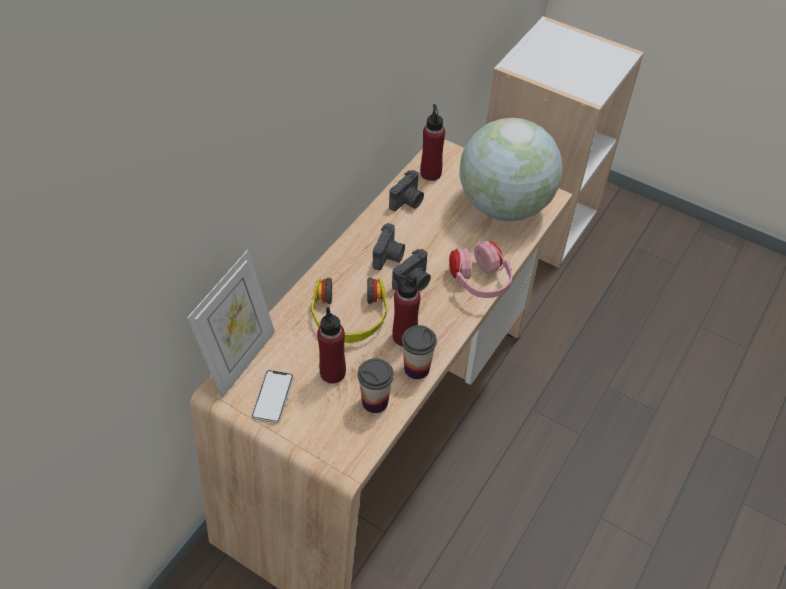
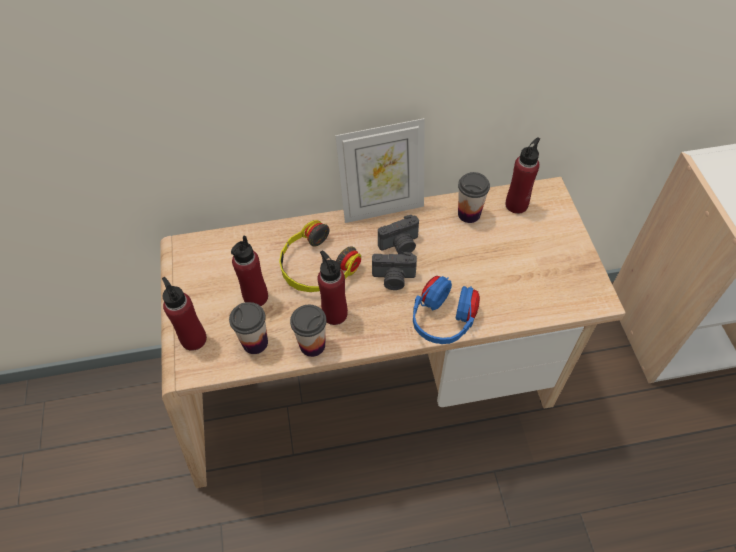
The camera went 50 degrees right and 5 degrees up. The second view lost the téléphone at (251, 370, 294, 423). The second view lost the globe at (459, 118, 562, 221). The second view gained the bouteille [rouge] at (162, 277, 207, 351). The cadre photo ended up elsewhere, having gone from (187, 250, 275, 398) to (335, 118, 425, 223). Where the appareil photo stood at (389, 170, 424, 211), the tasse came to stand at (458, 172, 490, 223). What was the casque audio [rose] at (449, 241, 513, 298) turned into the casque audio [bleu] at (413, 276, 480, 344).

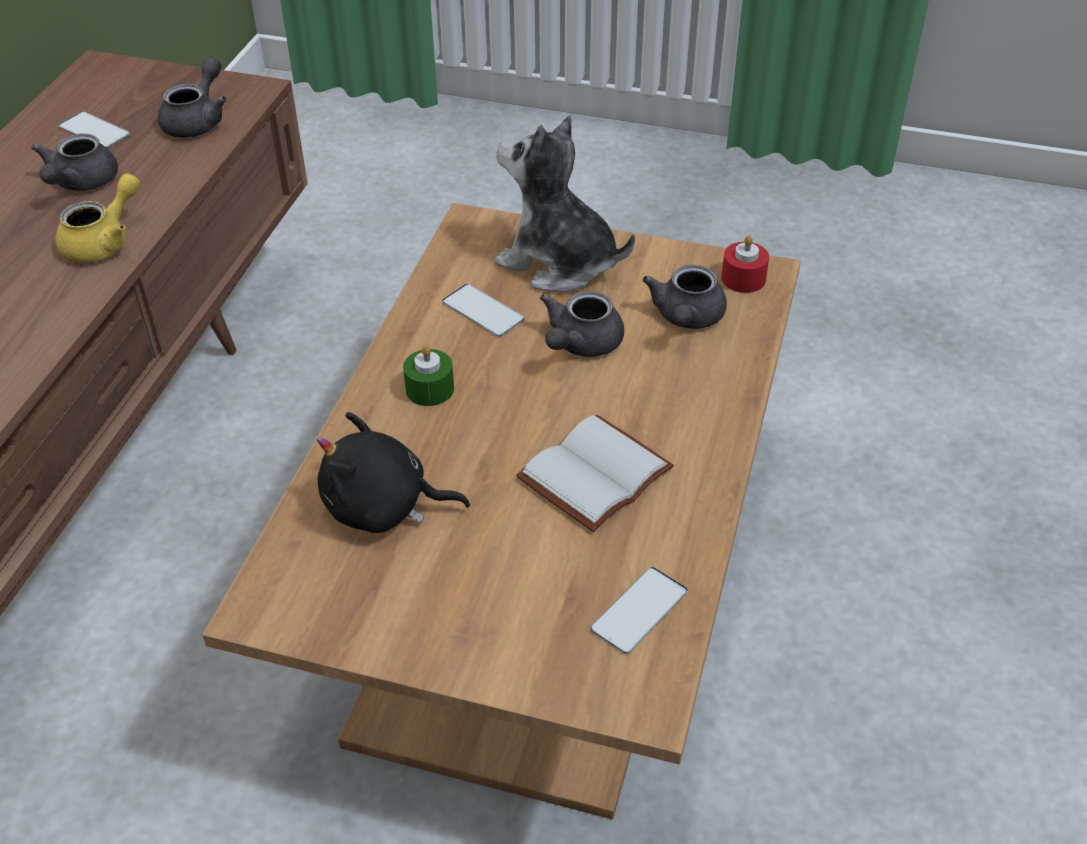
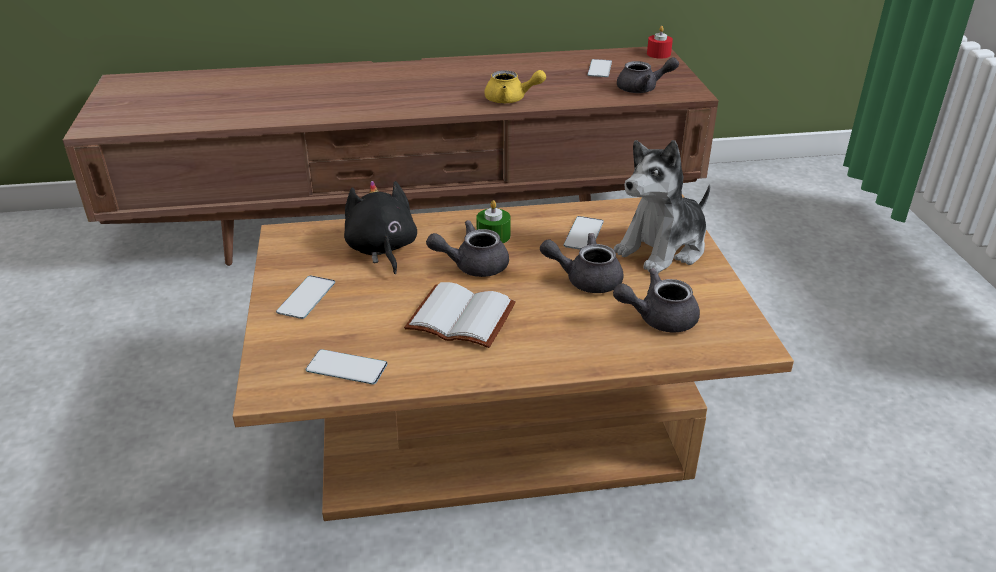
The camera went 65 degrees right and 10 degrees down. The second view gained the téléphone at (276, 276, 335, 319). The théière [gris] ended up elsewhere, having gone from (31, 134, 118, 191) to (426, 220, 509, 277). The bougie [rouge] ended up elsewhere, having gone from (721, 235, 769, 293) to (647, 26, 673, 59). The peluche at (495, 116, 635, 292) ended up facing another way, 135 degrees counterclockwise from before.

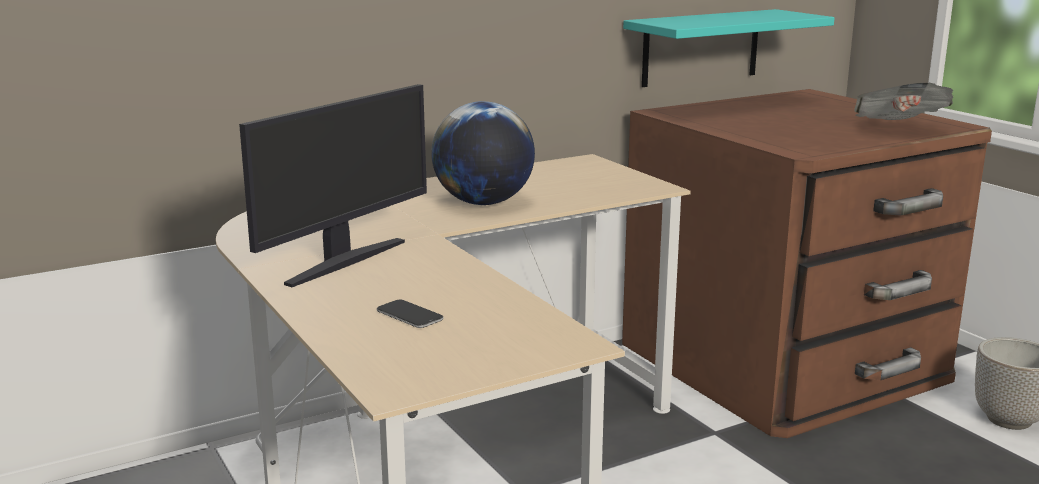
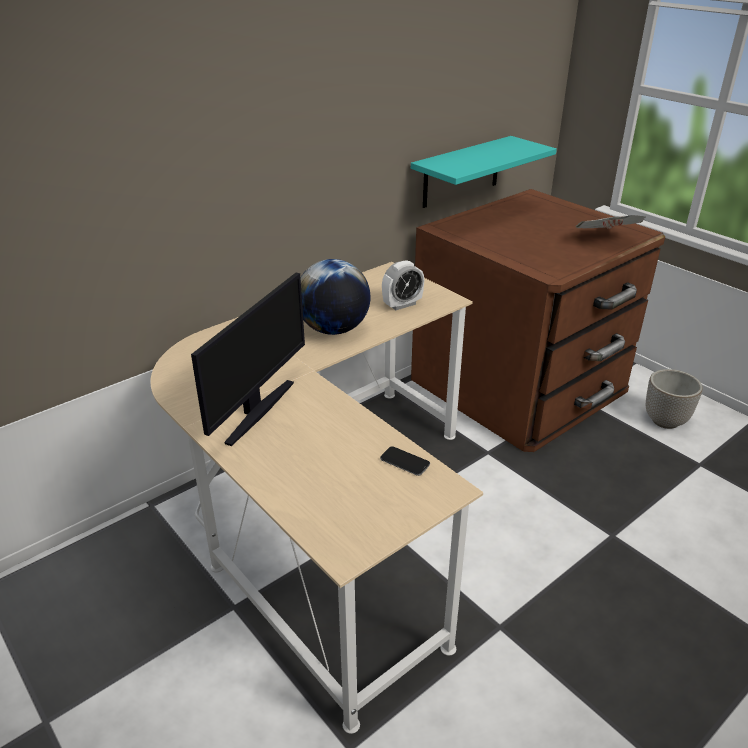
The camera went 10 degrees left and 15 degrees up. The second view gained the réveil at (382, 260, 424, 310). The téléphone ended up elsewhere, having gone from (377, 300, 444, 328) to (380, 446, 430, 476).

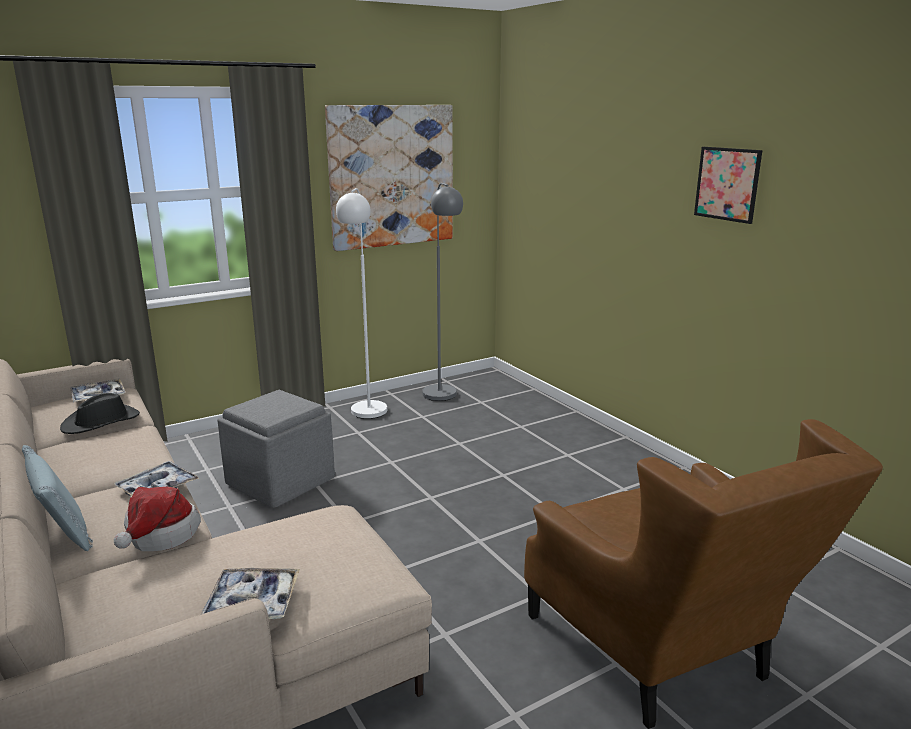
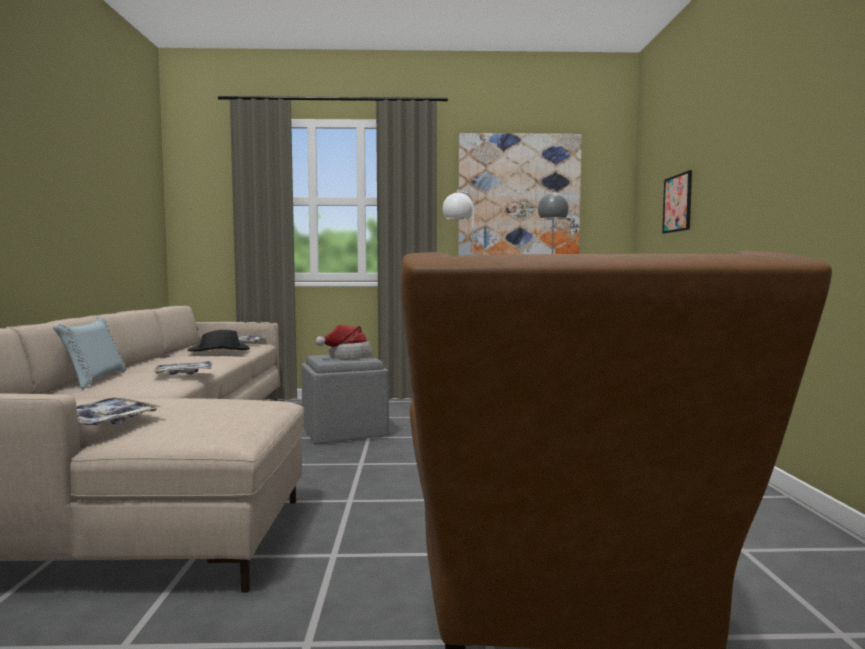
The camera went 30 degrees right and 15 degrees down. The chapeau ended up elsewhere, having gone from (114, 487, 201, 551) to (315, 325, 372, 359). The tableau ended up elsewhere, having gone from (694, 147, 762, 224) to (662, 170, 692, 233).

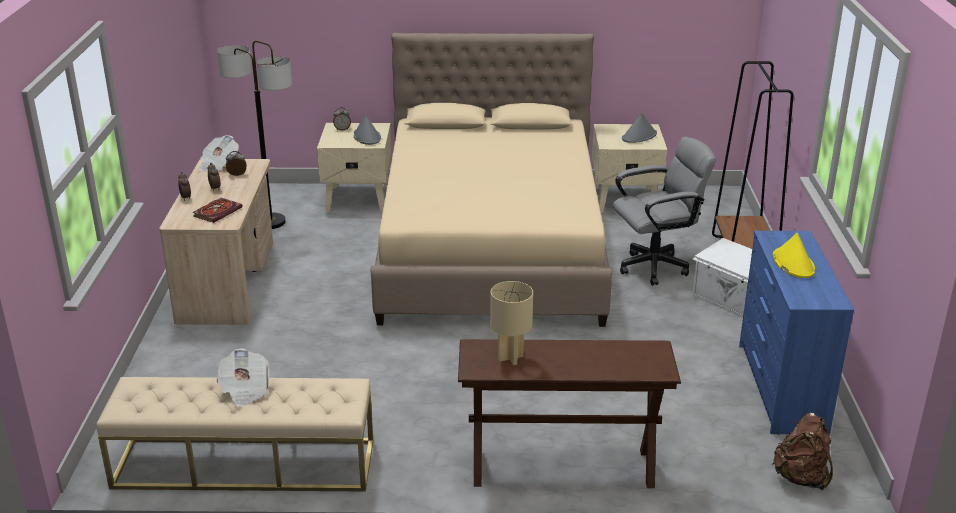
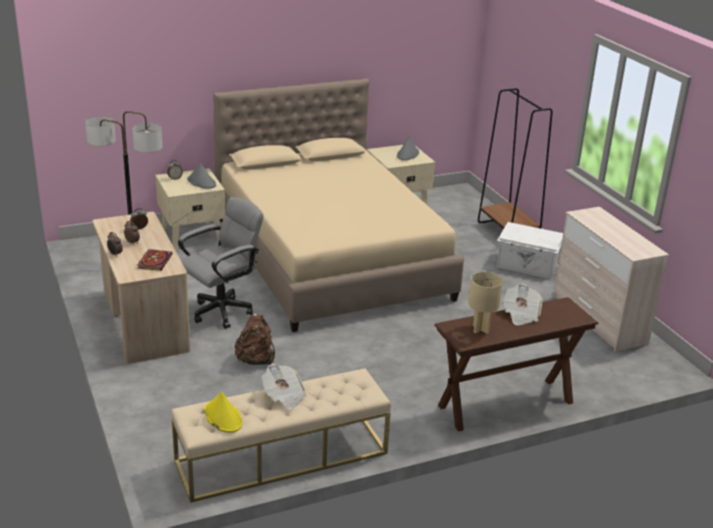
The camera went 25 degrees left and 0 degrees up. The journal ended up elsewhere, having gone from (199, 135, 239, 171) to (502, 284, 543, 325). The chaise de bureau [gris] ended up elsewhere, having gone from (613, 136, 716, 286) to (178, 197, 264, 329). The chapeau [jaune] ended up elsewhere, having gone from (773, 233, 815, 278) to (204, 392, 242, 433). The sac à dos [marron] ended up elsewhere, having gone from (773, 413, 833, 490) to (235, 314, 275, 365). What was the commode [bleu] at (739, 231, 854, 435) turned into the commode [beige] at (553, 207, 669, 352).

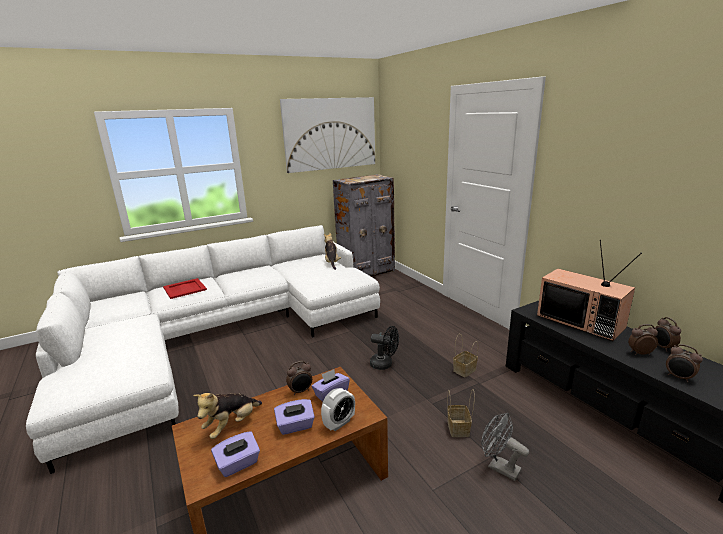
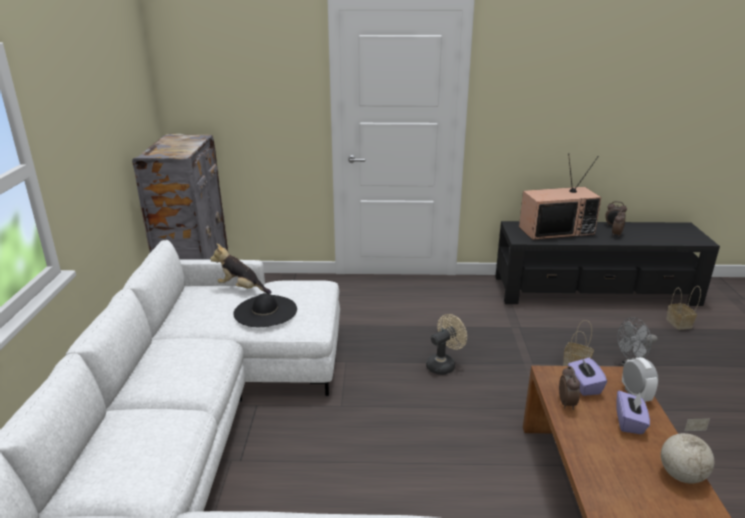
The camera went 60 degrees left and 5 degrees up. The second view lost the plateau [rouge] at (163, 278, 207, 299). The second view lost the peluche at (193, 393, 262, 439). The second view lost the tableau at (280, 97, 375, 173). The second view lost the réveil at (666, 344, 703, 382). The second view gained the chapeau [noir] at (233, 293, 297, 327). The panier ended up elsewhere, having gone from (453, 334, 478, 377) to (666, 286, 701, 330). Where the boîte à mouchoirs [violet] stood at (211, 431, 260, 477), the globe came to stand at (661, 418, 714, 484). What was the ventilateur [noir] at (370, 326, 399, 370) turned into the ventilateur [beige] at (426, 314, 467, 375).

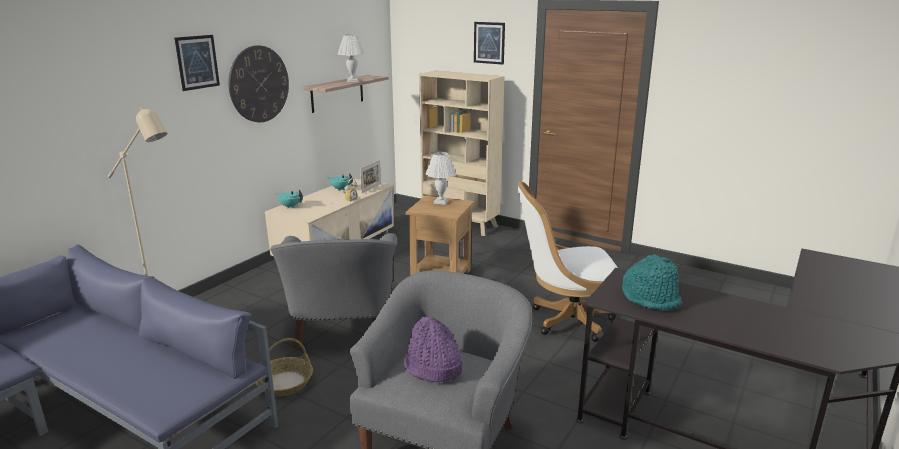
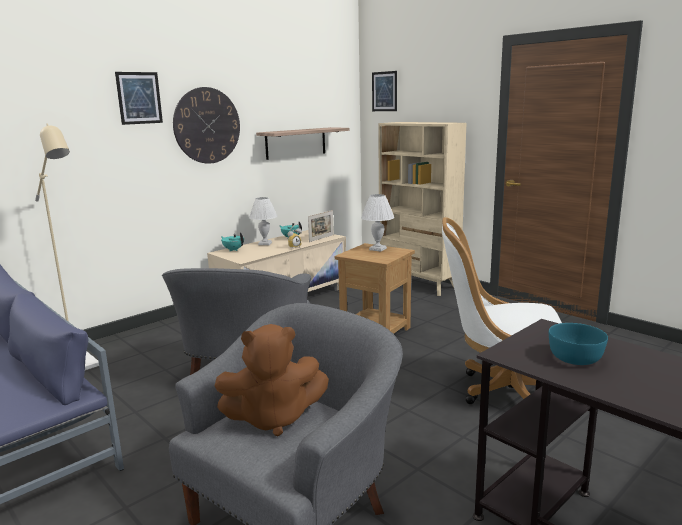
The camera went 15 degrees right and 5 degrees down. The second view lost the panier at (255, 338, 313, 396). The lampe de table [blanc] ended up elsewhere, having gone from (338, 35, 365, 82) to (249, 197, 278, 245). The tableau ended up elsewhere, having gone from (474, 22, 505, 65) to (372, 71, 397, 111). Where the chapeau [violet] stood at (404, 317, 462, 382), the peluche [marron] came to stand at (215, 324, 329, 436). Where the chapeau [turquoise] stood at (622, 254, 682, 311), the bol [turquoise] came to stand at (549, 323, 608, 365).

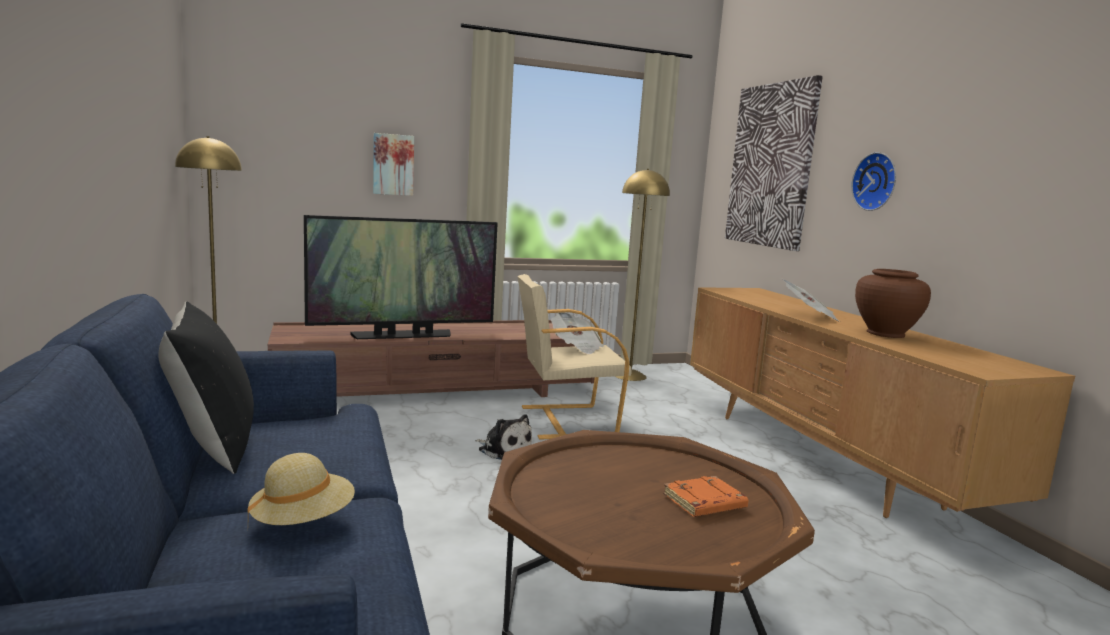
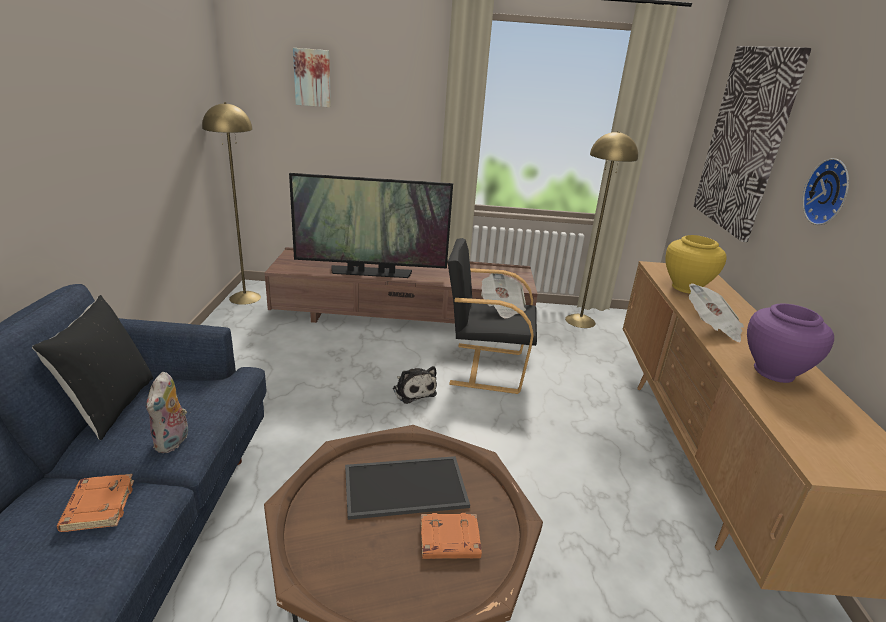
The camera went 20 degrees right and 15 degrees up. The second view gained the peluche at (146, 372, 190, 453). The second view gained the plateau at (345, 456, 470, 520). The second view gained the vase [jaune] at (665, 235, 726, 294). The tableau ended up elsewhere, having gone from (373, 133, 414, 196) to (293, 48, 331, 107). Where the chapeau [beige] stood at (247, 453, 355, 525), the livre [orange] came to stand at (57, 474, 134, 532). What was the fauteuil [beige] at (517, 274, 632, 440) turned into the fauteuil [noir] at (448, 238, 537, 394). What was the vase [marron] at (855, 269, 931, 338) turned into the vase [violet] at (747, 304, 834, 383).

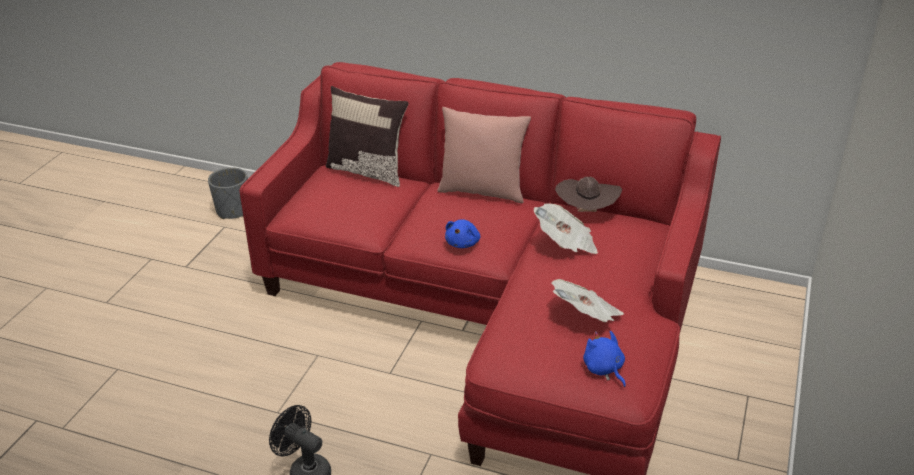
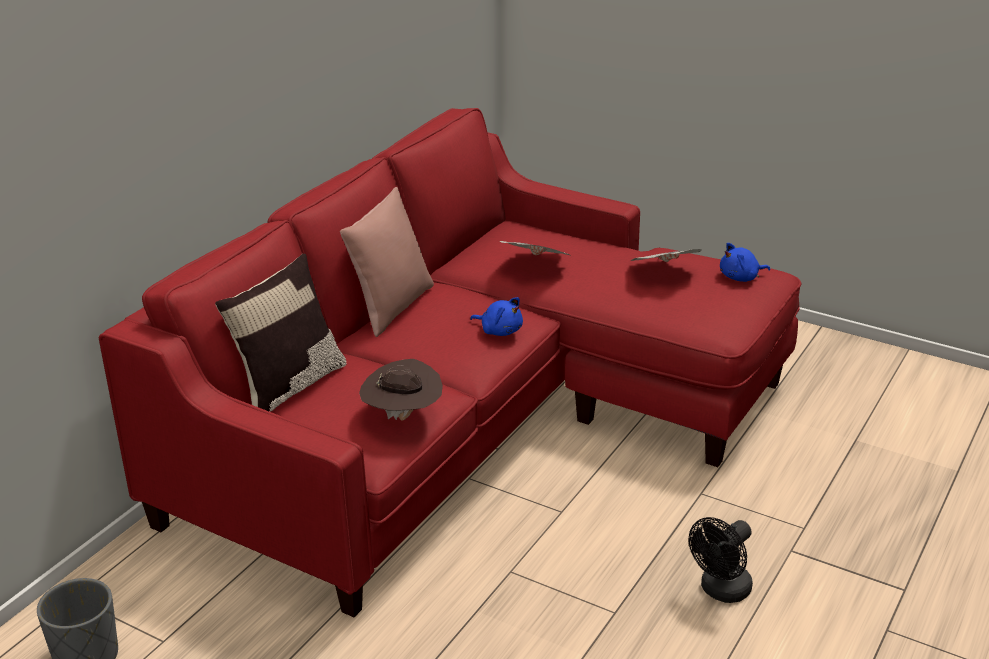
The camera went 80 degrees left and 5 degrees down. The chapeau [marron] ended up elsewhere, having gone from (555, 177, 622, 212) to (359, 359, 443, 421).

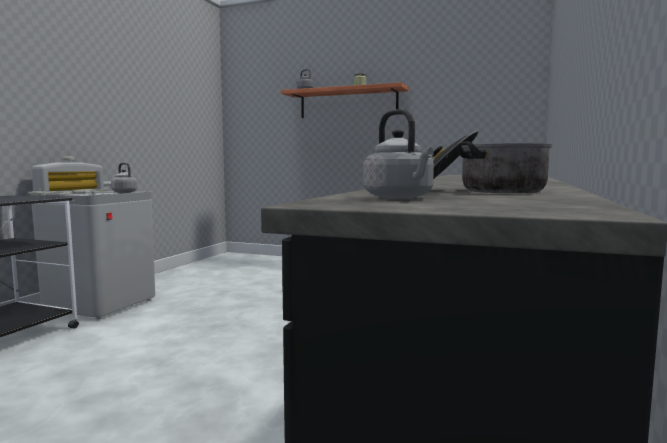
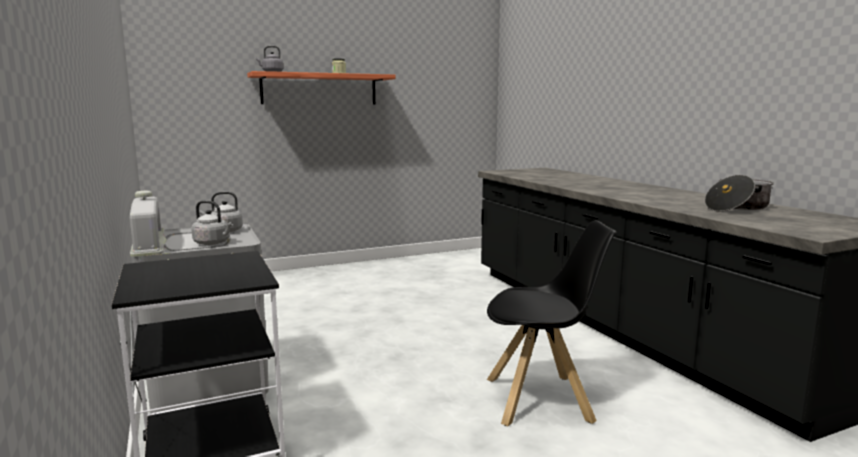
The camera went 45 degrees left and 5 degrees up. The second view gained the chaise [noir] at (487, 221, 617, 426). The bouilloire [gris] ended up elsewhere, having gone from (363, 109, 434, 199) to (191, 200, 233, 245).

